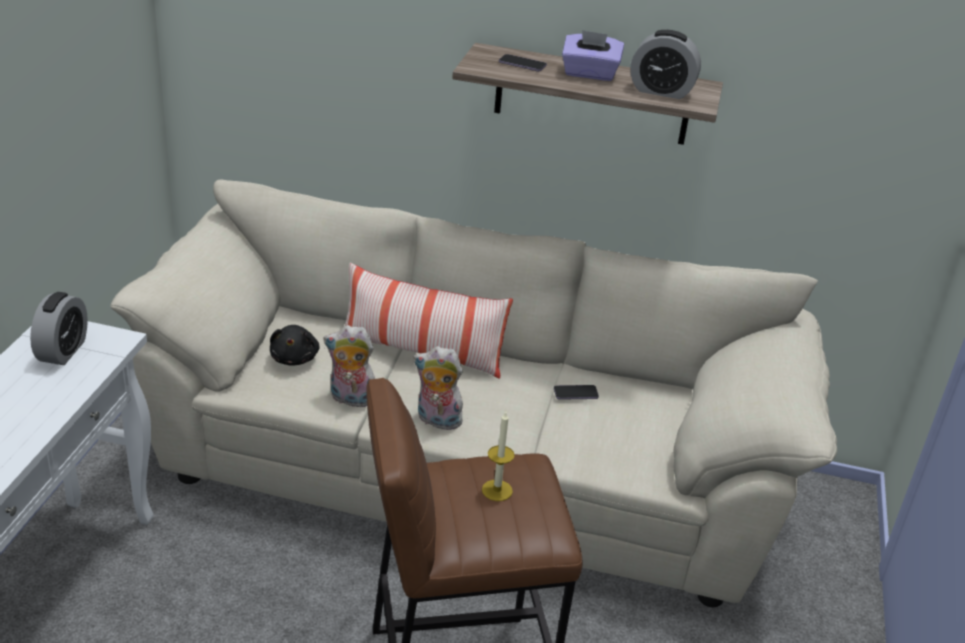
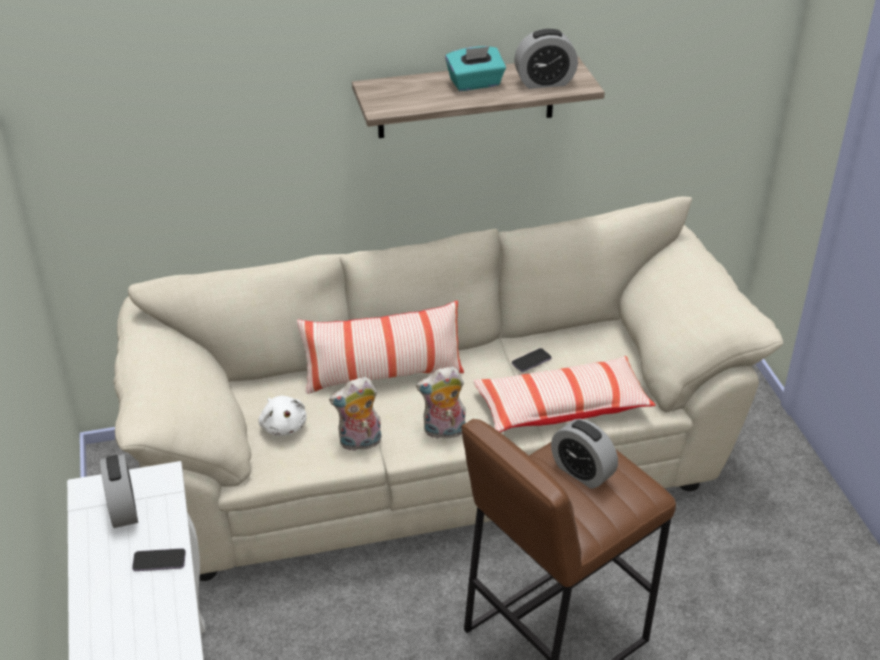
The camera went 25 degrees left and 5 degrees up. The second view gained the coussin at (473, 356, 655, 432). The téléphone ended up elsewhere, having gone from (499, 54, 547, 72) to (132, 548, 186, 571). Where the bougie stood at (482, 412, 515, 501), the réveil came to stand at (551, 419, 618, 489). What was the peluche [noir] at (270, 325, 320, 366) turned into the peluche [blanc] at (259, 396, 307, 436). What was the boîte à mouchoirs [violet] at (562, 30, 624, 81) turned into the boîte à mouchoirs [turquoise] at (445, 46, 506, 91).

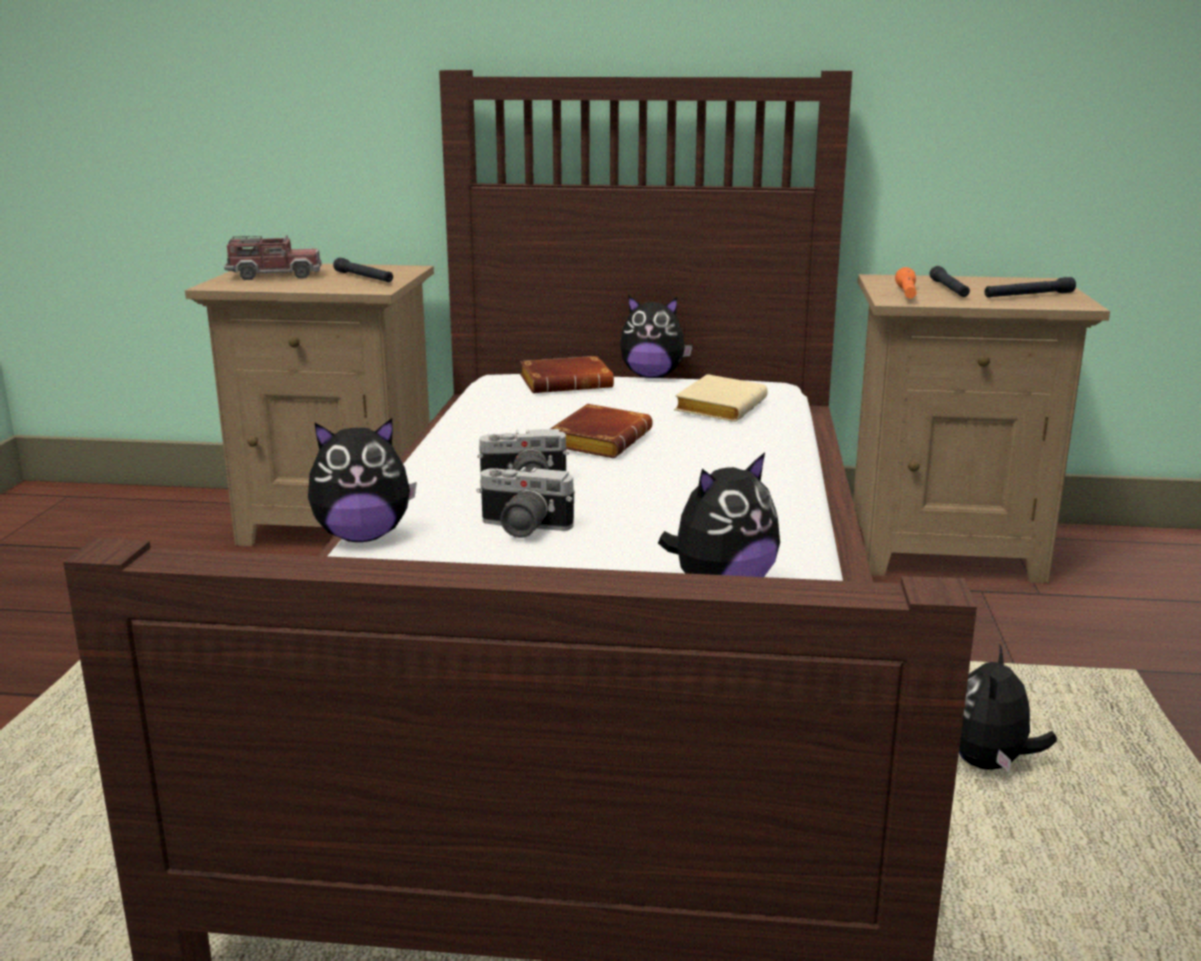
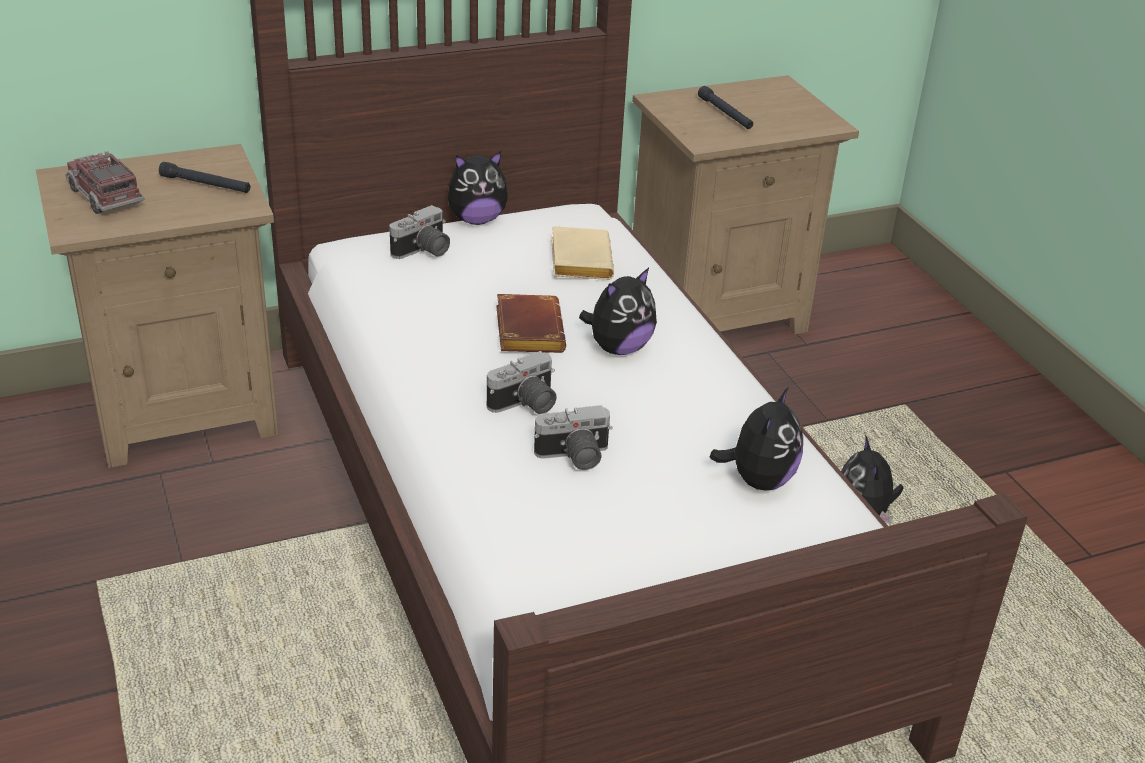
The camera went 30 degrees left and 15 degrees up. The second view lost the lampe de poche [orange] at (895, 267, 916, 299). The second view lost the lampe de poche [noir] at (984, 277, 1076, 298). The peluche ended up elsewhere, having gone from (308, 418, 417, 542) to (579, 268, 657, 355). Where the livre [marron] stood at (520, 356, 614, 393), the appareil photo came to stand at (389, 205, 450, 259). The camion jouet at (224, 235, 322, 280) ended up facing another way, 90 degrees counterclockwise from before.

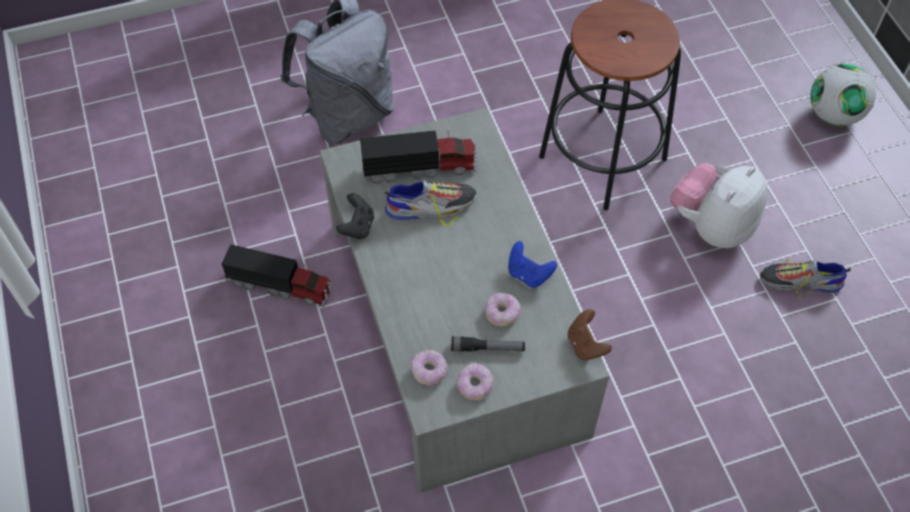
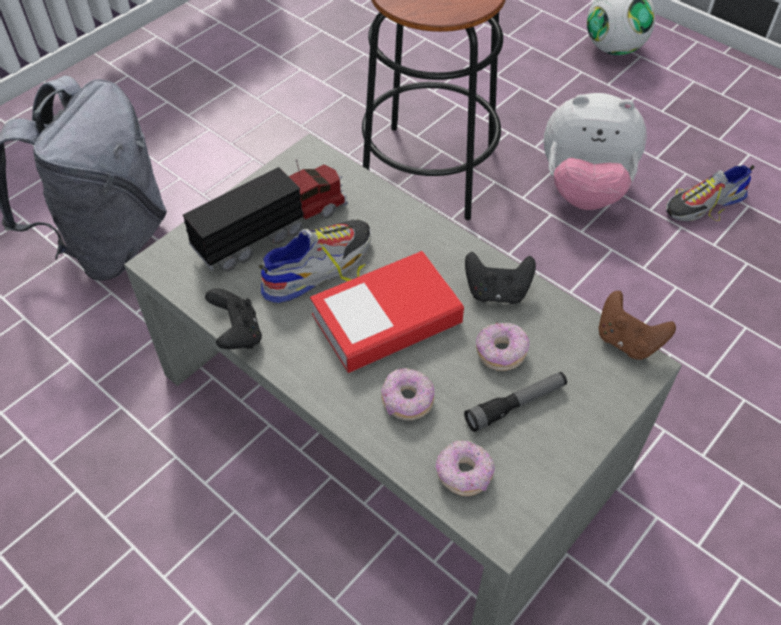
The camera went 30 degrees left and 5 degrees down. The second view lost the camion jouet at (222, 244, 333, 307). The second view gained the livre at (310, 251, 464, 373). The beignet ended up elsewhere, having gone from (457, 363, 494, 400) to (381, 368, 434, 420). What was the manette [bleu] at (508, 241, 557, 288) turned into the manette [noir] at (465, 252, 536, 304). The peluche at (670, 163, 768, 248) ended up facing another way, 90 degrees counterclockwise from before.

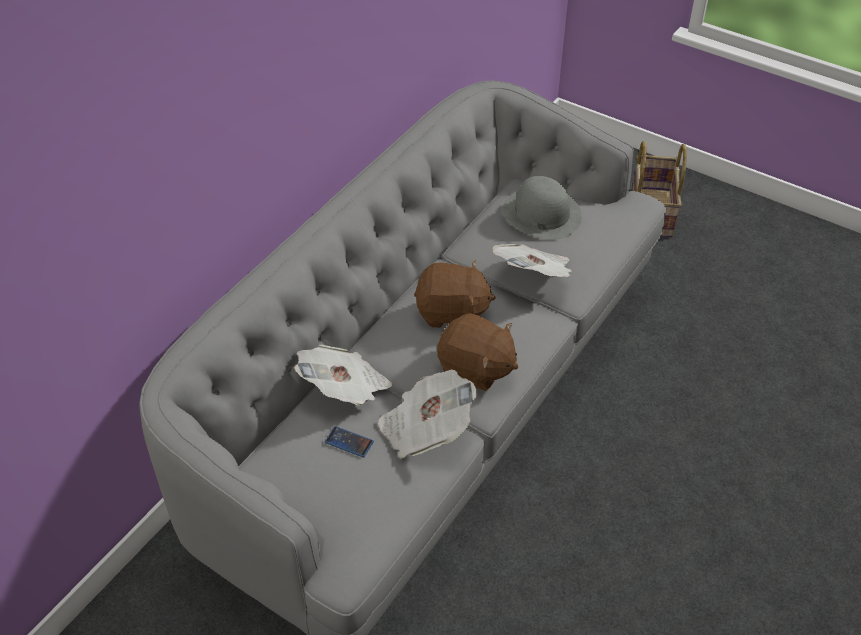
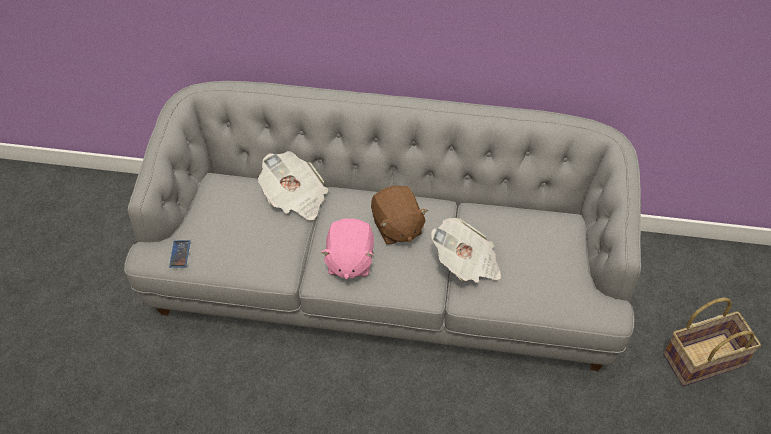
The camera went 65 degrees right and 5 degrees up. The second view lost the journal at (378, 370, 478, 459). The second view lost the chapeau [gris] at (502, 176, 582, 240). The téléphone ended up elsewhere, having gone from (325, 426, 374, 457) to (169, 240, 190, 268). What was the peluche [marron] at (437, 313, 518, 391) turned into the peluche [rose] at (321, 218, 374, 280).

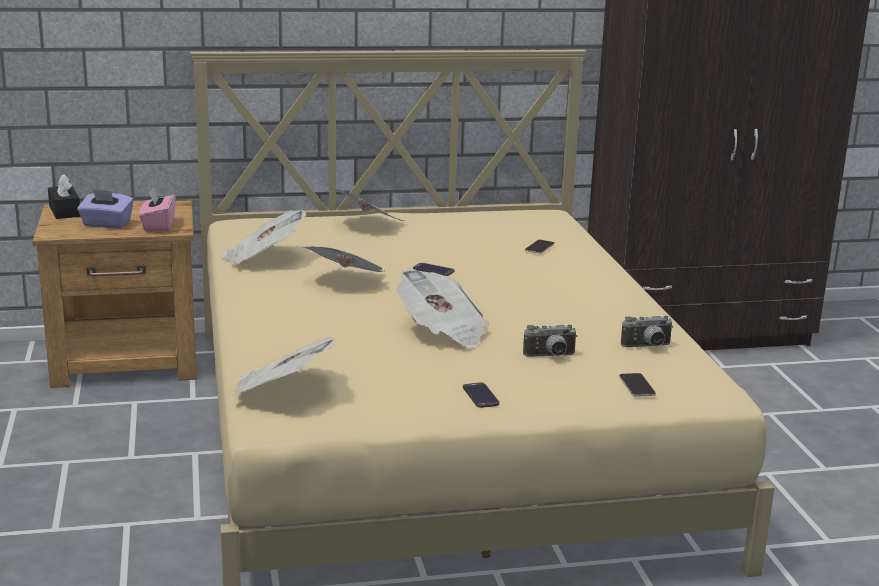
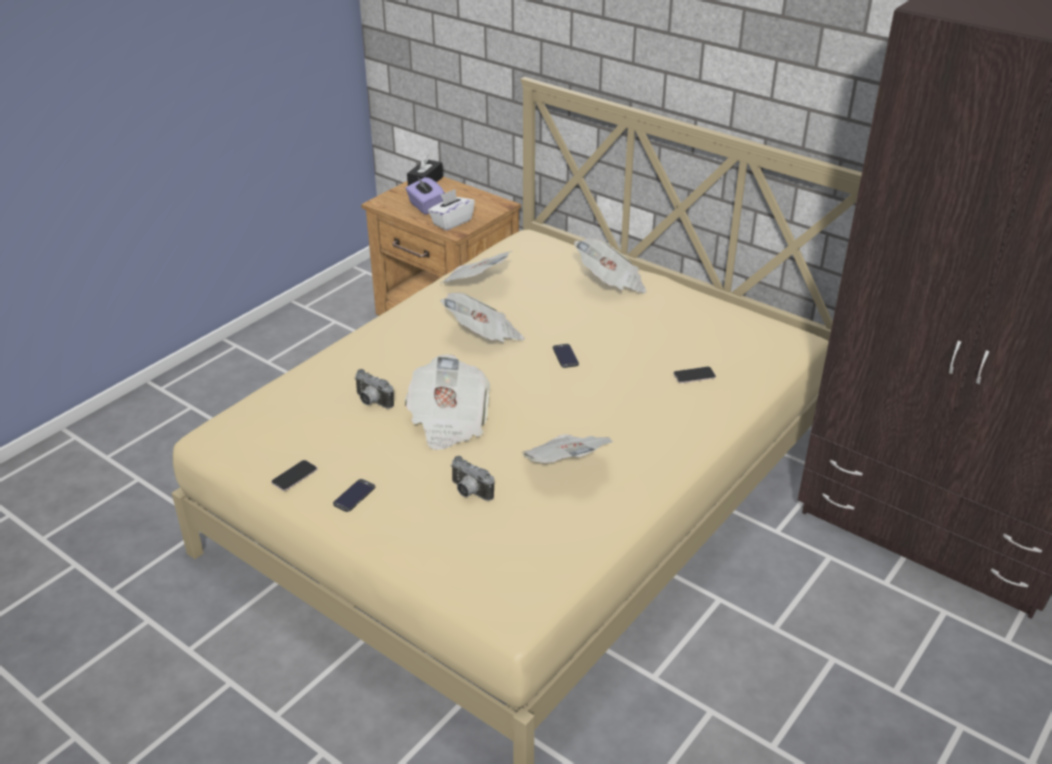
The camera went 50 degrees right and 15 degrees up. The journal ended up elsewhere, having gone from (231, 335, 335, 396) to (522, 434, 613, 463). The téléphone ended up elsewhere, having gone from (619, 373, 656, 397) to (271, 460, 317, 491). The appareil photo ended up elsewhere, having gone from (621, 315, 673, 347) to (354, 369, 394, 409). What was the boîte à mouchoirs [rose] at (139, 187, 176, 232) turned into the boîte à mouchoirs [blanc] at (428, 189, 475, 230).

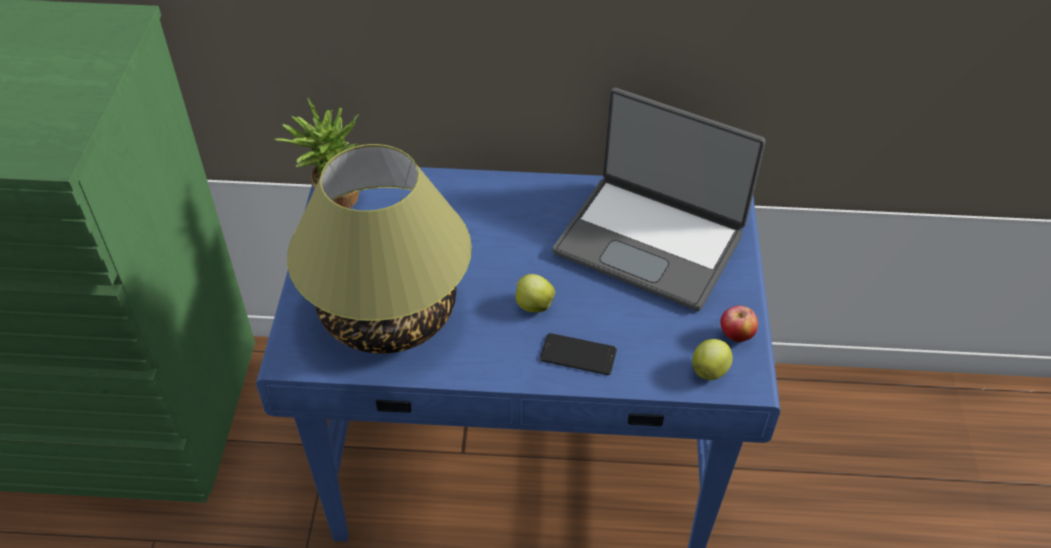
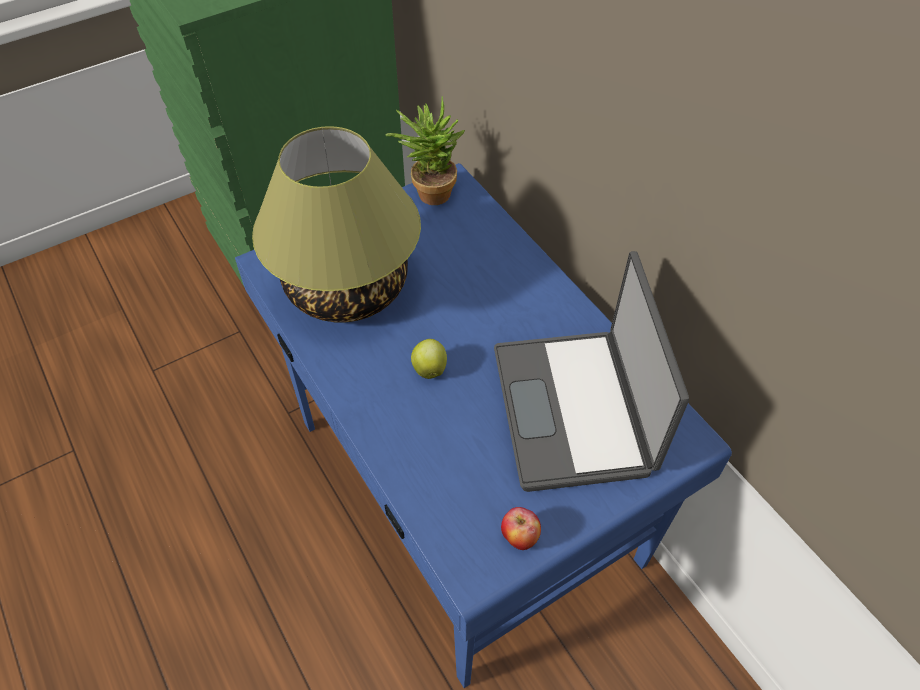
The camera went 55 degrees right and 5 degrees up. The second view lost the téléphone at (540, 333, 617, 375). The second view lost the pomme at (692, 339, 732, 380).

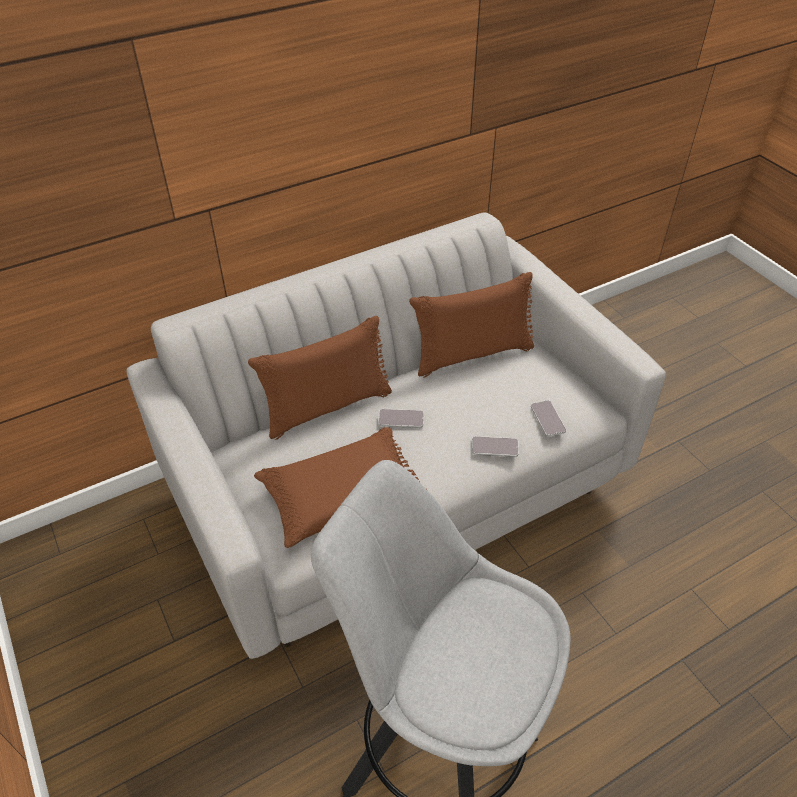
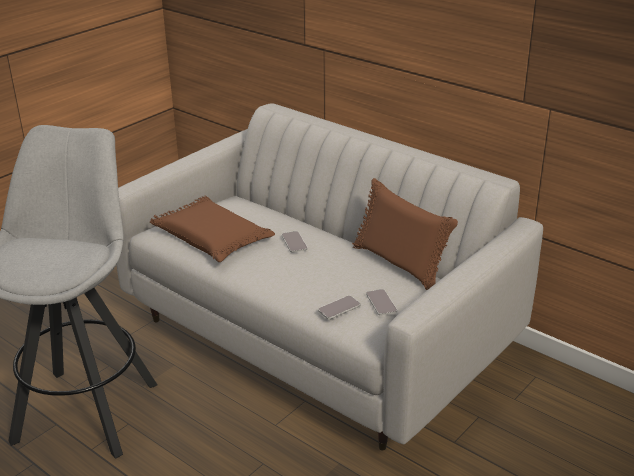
The camera went 70 degrees right and 15 degrees down. The second view lost the coussin [marron] at (248, 316, 392, 440). The téléphone ended up elsewhere, having gone from (472, 436, 519, 457) to (366, 289, 397, 316).

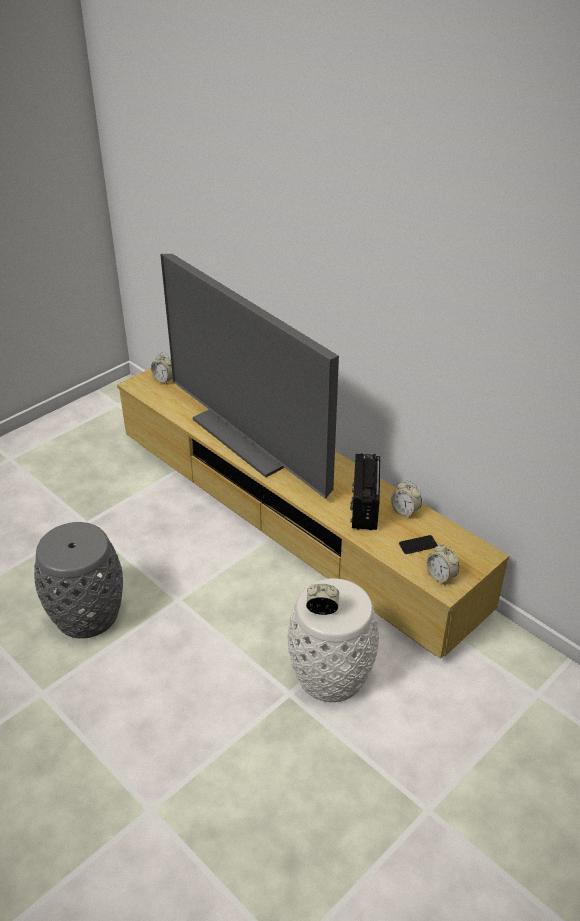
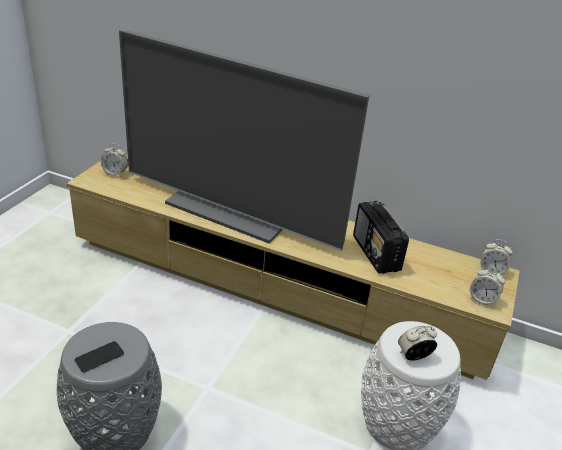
The camera went 25 degrees left and 5 degrees down. The réveil ended up elsewhere, having gone from (391, 480, 422, 518) to (480, 240, 513, 275). The téléphone ended up elsewhere, having gone from (399, 535, 438, 554) to (74, 341, 124, 372).

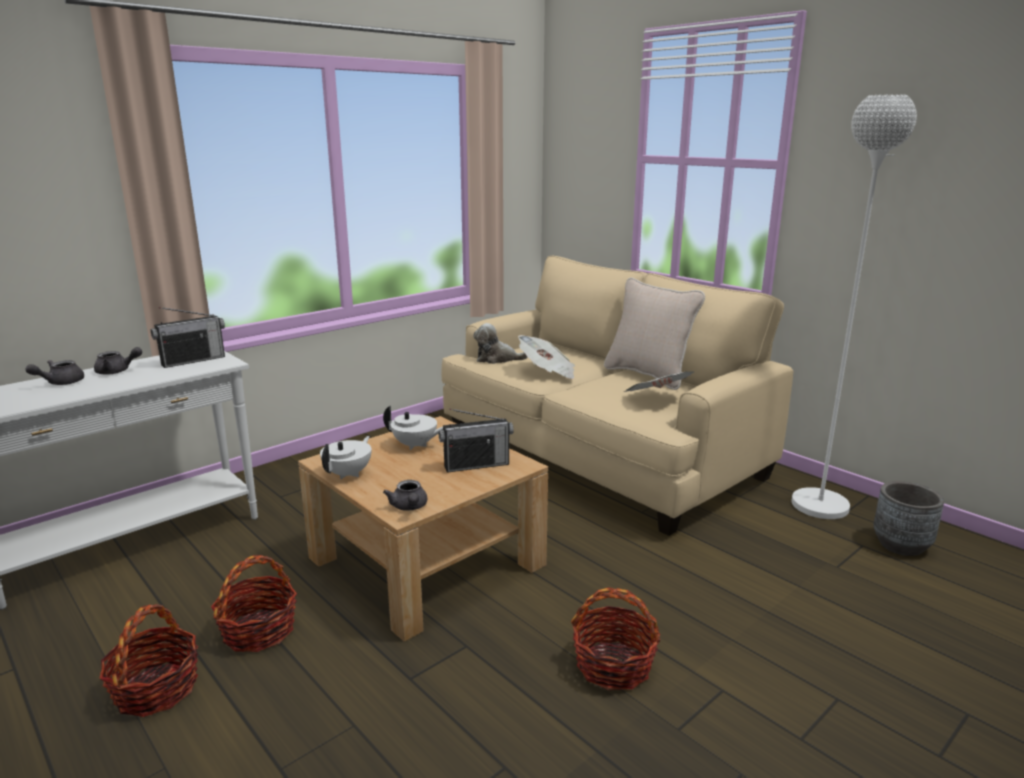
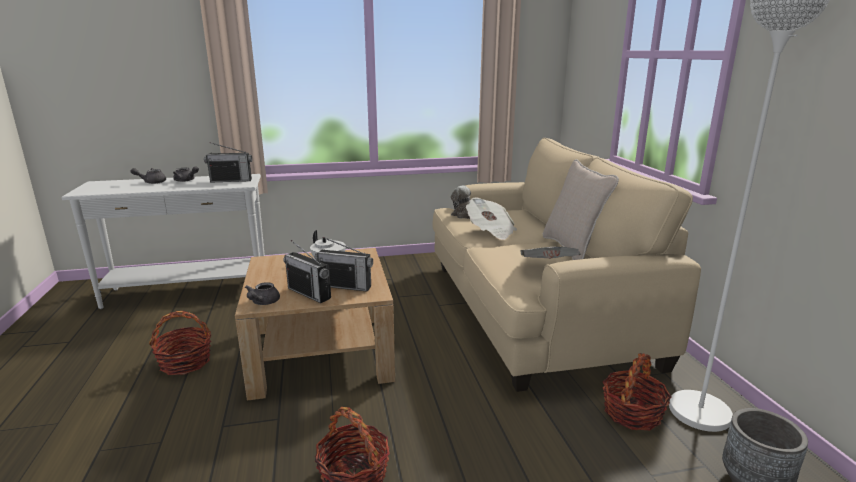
The camera went 30 degrees right and 0 degrees up. The second view lost the théière [blanc] at (320, 436, 371, 479). The second view gained the radio at (283, 240, 331, 303). The panier ended up elsewhere, having gone from (99, 604, 198, 717) to (603, 353, 672, 430).

